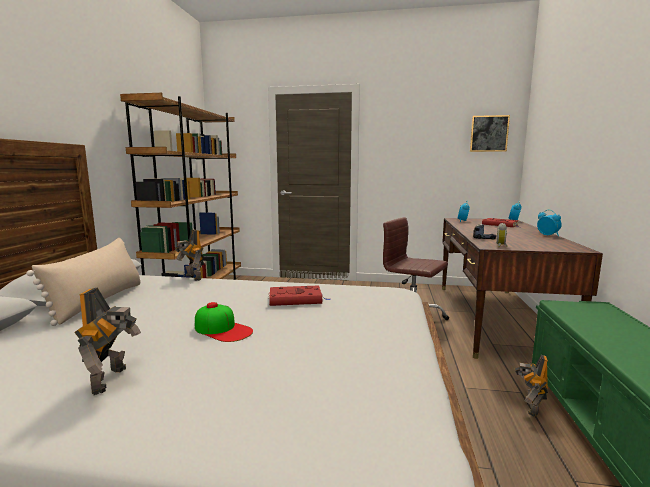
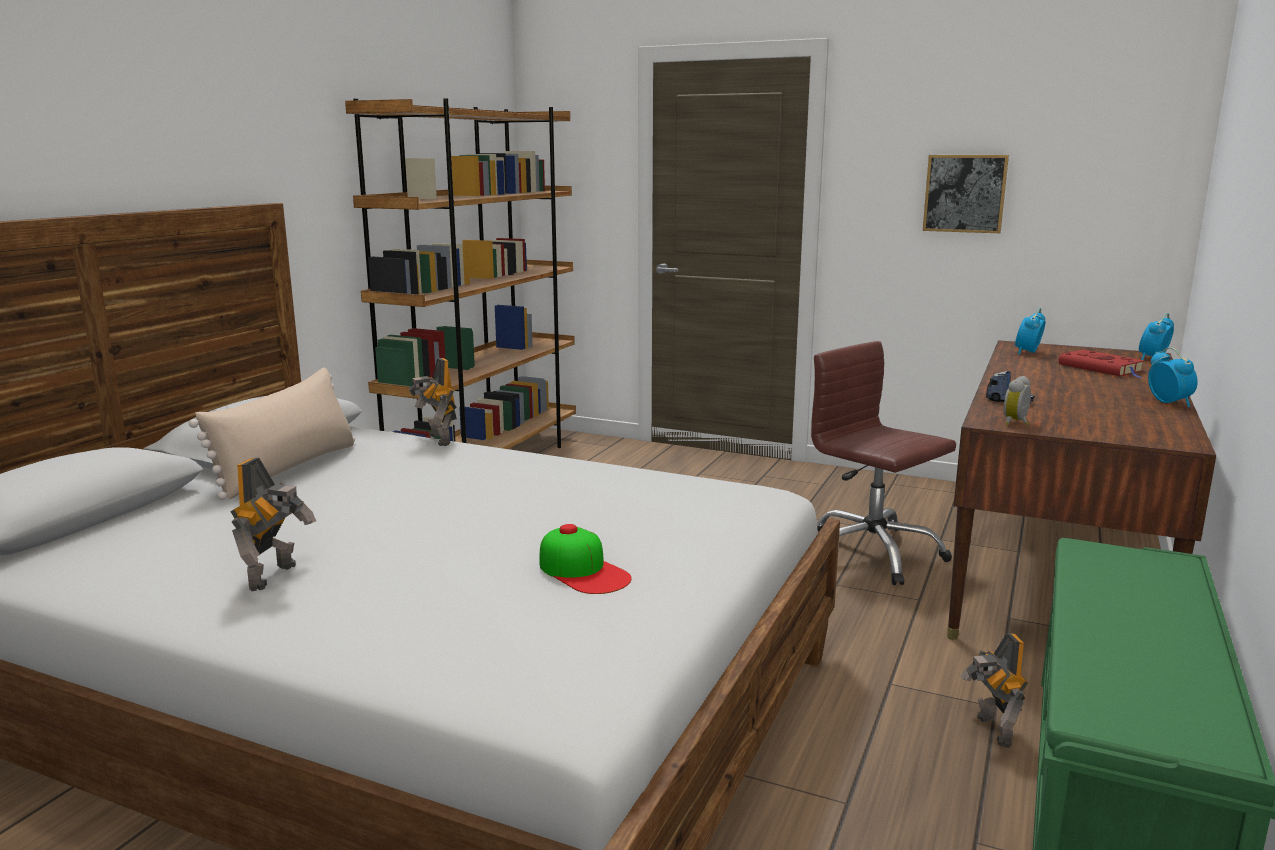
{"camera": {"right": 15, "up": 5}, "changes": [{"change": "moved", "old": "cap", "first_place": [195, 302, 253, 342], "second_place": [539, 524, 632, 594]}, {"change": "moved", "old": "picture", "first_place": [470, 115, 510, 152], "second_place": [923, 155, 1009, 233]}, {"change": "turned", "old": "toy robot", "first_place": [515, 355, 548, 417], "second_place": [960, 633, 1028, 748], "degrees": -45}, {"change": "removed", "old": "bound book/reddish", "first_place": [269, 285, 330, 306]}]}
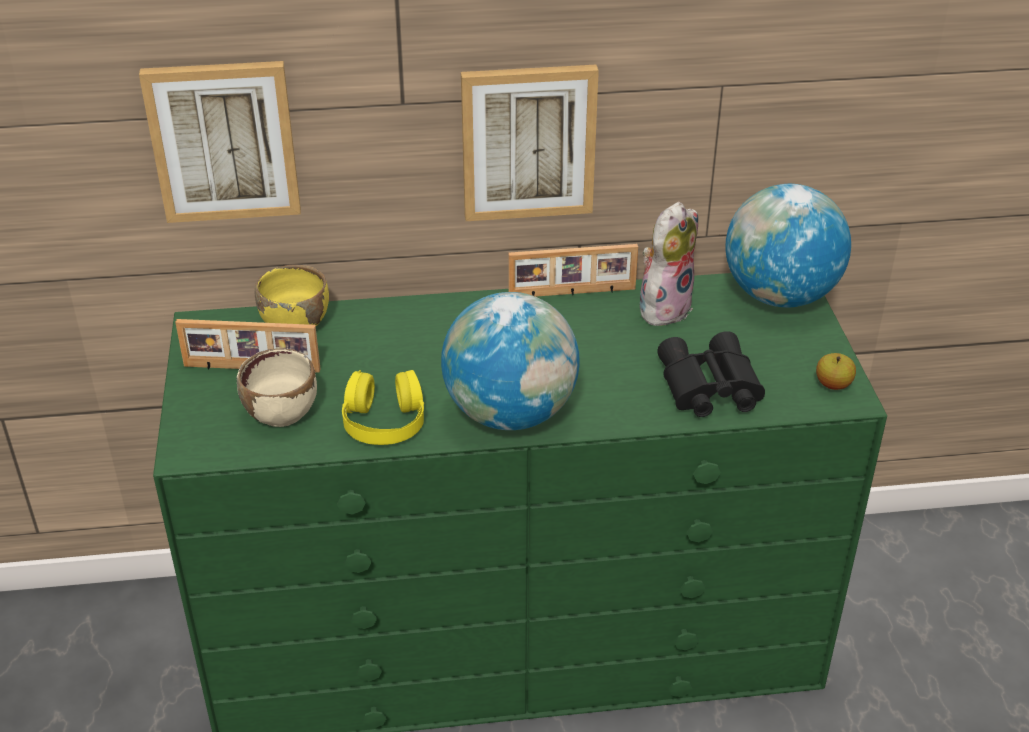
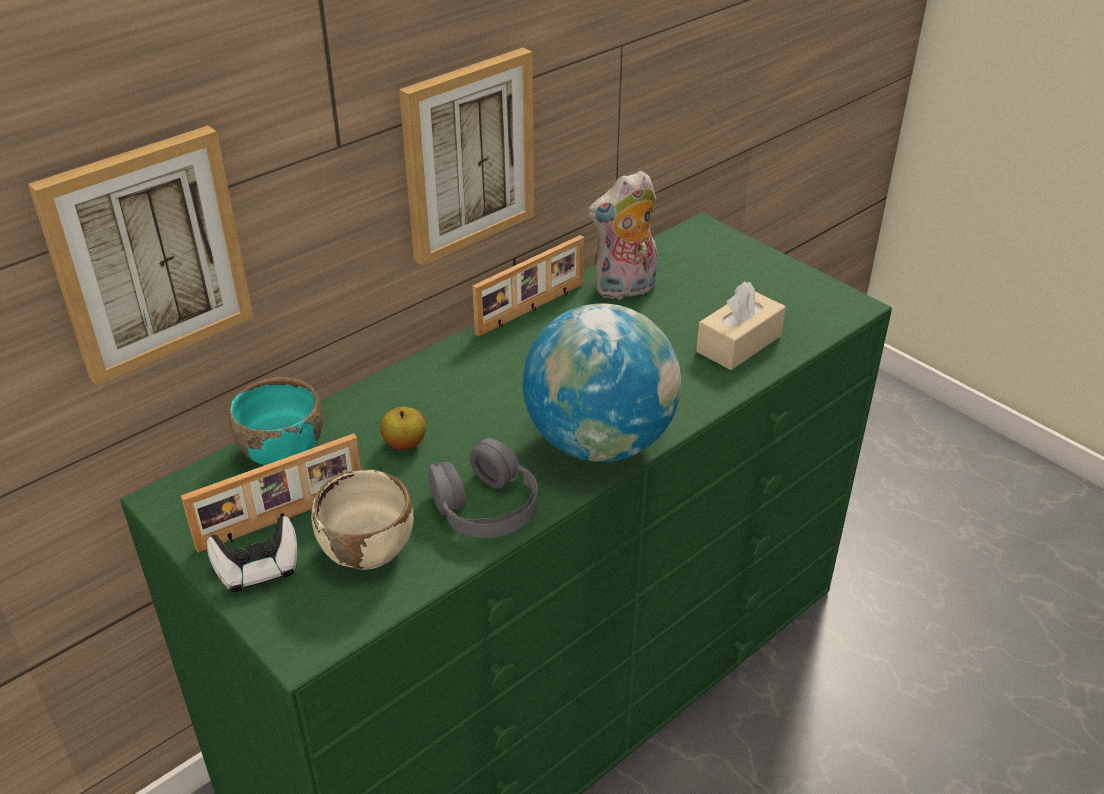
{"camera": {"right": -35, "up": 0}, "changes": [{"change": "added", "new": "gamepad", "second_place": [207, 516, 297, 592]}, {"change": "recoloured", "old": "serving bowl/yellow-coloured", "new": "serving bowl/turquoise-coloured", "first_place": [255, 265, 329, 326], "second_place": [228, 377, 323, 465]}, {"change": "moved", "old": "whole apple", "first_place": [816, 353, 856, 390], "second_place": [380, 407, 426, 450]}, {"change": "recoloured", "old": "headset/yellow-coloured", "new": "headset/greyish", "first_place": [342, 370, 424, 445], "second_place": [428, 438, 538, 538]}, {"change": "turned", "old": "plush toy", "first_place": [640, 202, 698, 326], "second_place": [588, 171, 657, 300], "degrees": -120}, {"change": "replaced", "old": "field glasses/black", "new": "box of tissues/beige", "first_place": [657, 331, 765, 417], "second_place": [696, 281, 786, 370]}, {"change": "removed", "old": "globe", "first_place": [725, 184, 851, 307]}]}
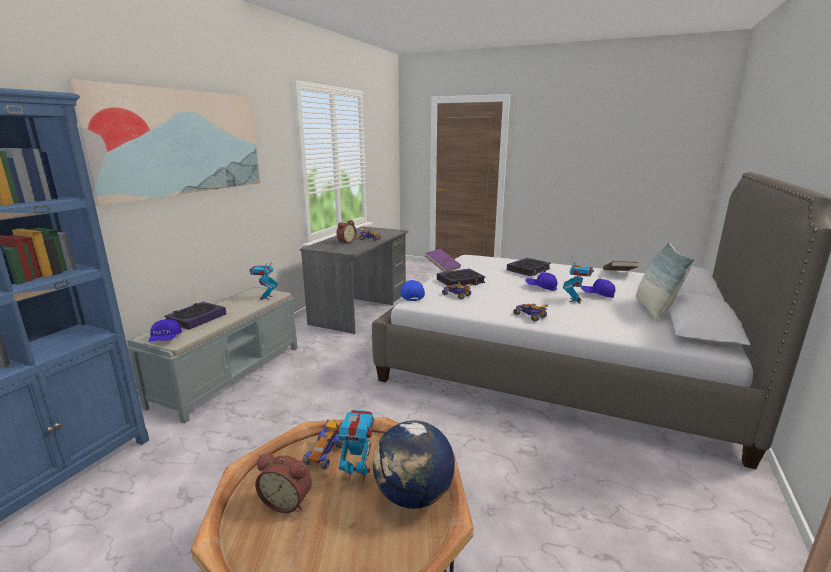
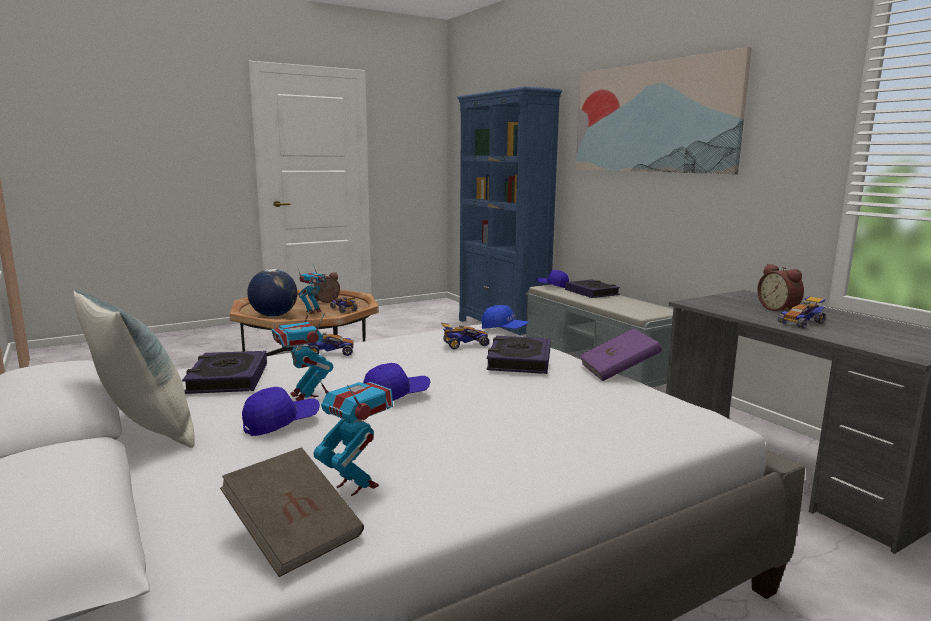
{"camera": {"right": 125, "up": -5}, "changes": [{"change": "moved", "old": "bound book", "first_place": [507, 258, 551, 276], "second_place": [182, 351, 267, 394]}, {"change": "moved", "old": "toy robot", "first_place": [249, 260, 279, 300], "second_place": [314, 373, 393, 496]}]}
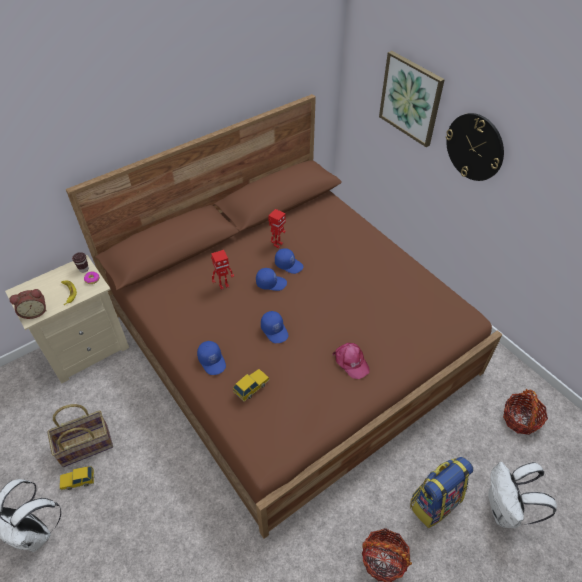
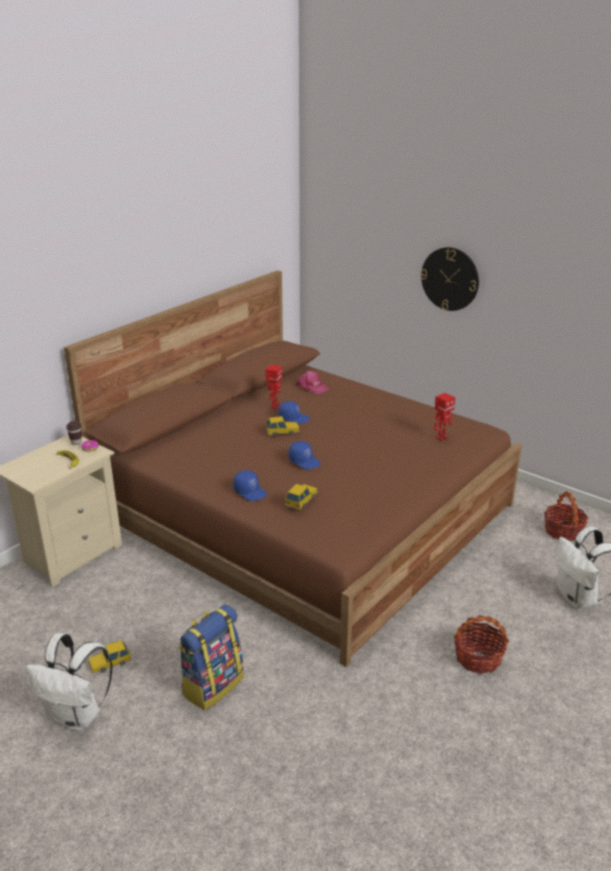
{"camera": {"right": -15, "up": -20}, "changes": [{"change": "moved", "old": "knapsack", "first_place": [410, 457, 473, 528], "second_place": [179, 604, 244, 710]}, {"change": "replaced", "old": "cap/blue", "new": "toy car", "first_place": [256, 268, 287, 291], "second_place": [266, 416, 300, 437]}, {"change": "moved", "old": "cap/pink", "first_place": [333, 343, 370, 379], "second_place": [296, 371, 329, 394]}, {"change": "moved", "old": "toy robot", "first_place": [211, 250, 234, 290], "second_place": [434, 393, 455, 441]}, {"change": "removed", "old": "table clock", "first_place": [9, 289, 47, 319]}, {"change": "removed", "old": "household basket", "first_place": [47, 404, 113, 467]}, {"change": "removed", "old": "picture", "first_place": [379, 51, 445, 147]}]}
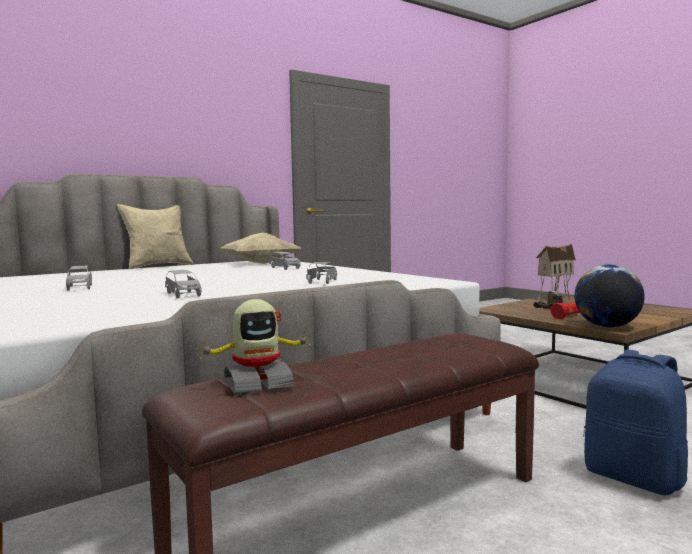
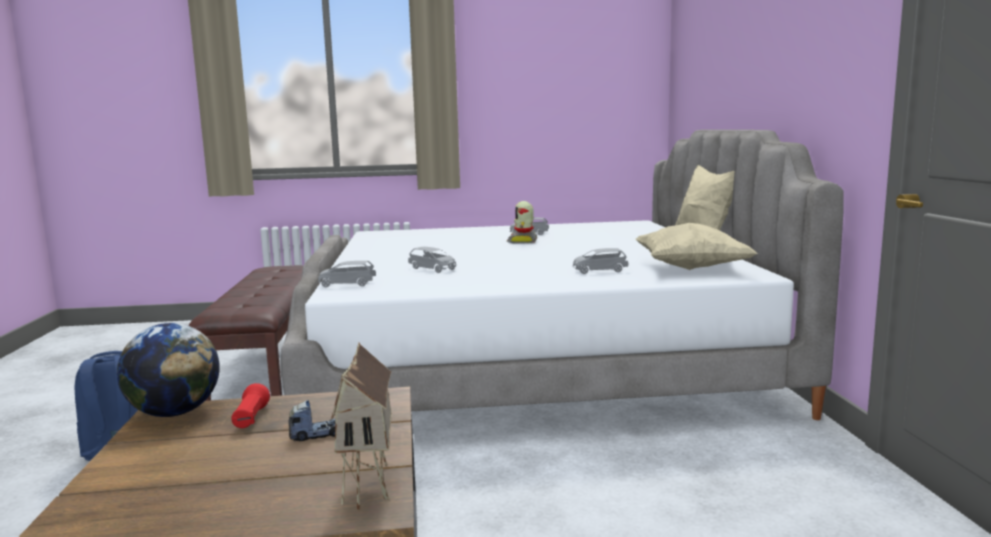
{"camera": {"right": 120, "up": 5}, "changes": [{"change": "moved", "old": "toy car/greyish", "first_place": [165, 270, 202, 298], "second_place": [318, 261, 376, 287]}, {"change": "moved", "old": "toy robot", "first_place": [197, 299, 310, 394], "second_place": [507, 201, 538, 244]}]}
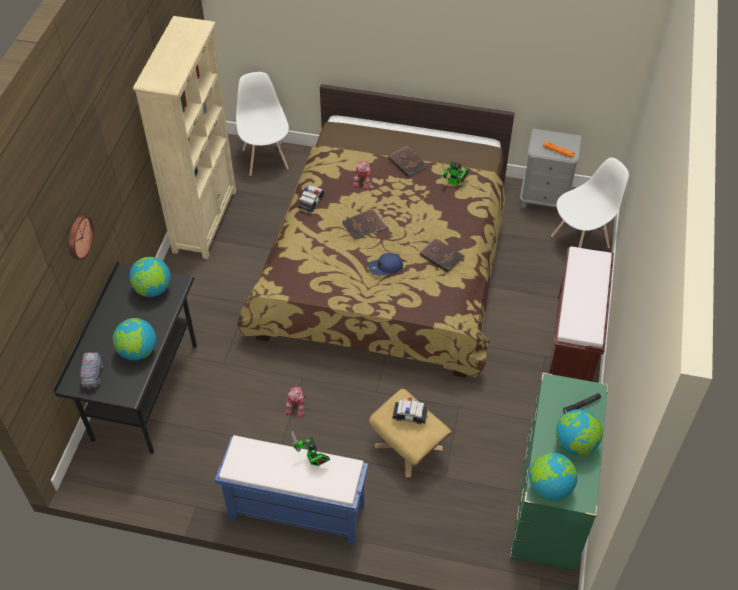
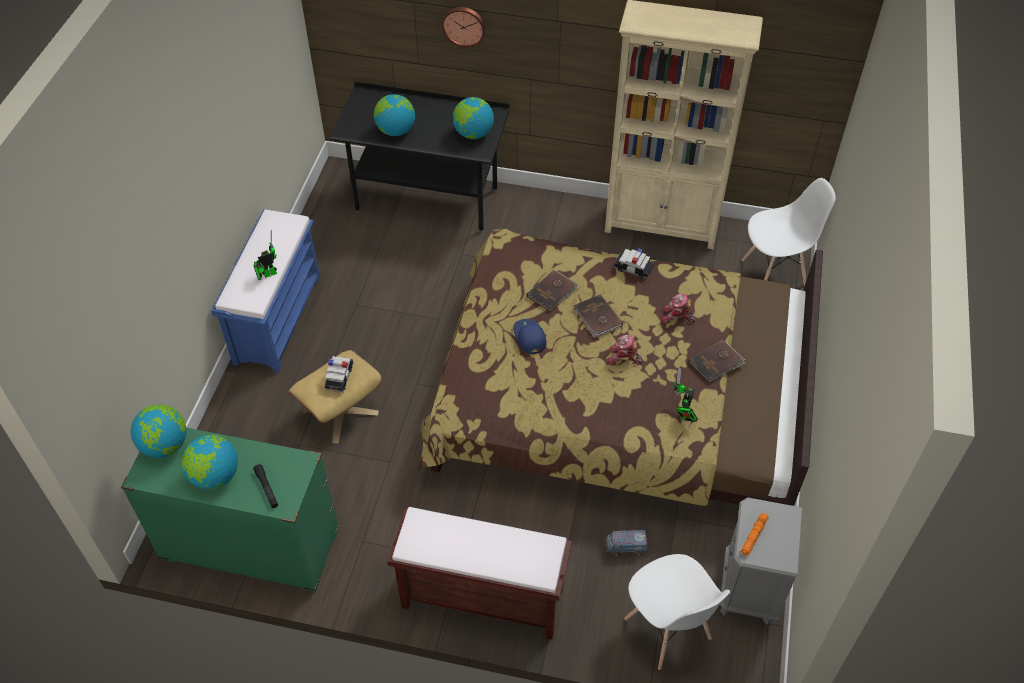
{"camera": {"right": 90, "up": 0}, "changes": [{"change": "moved", "old": "bound book/brownish", "first_place": [420, 238, 464, 273], "second_place": [527, 270, 579, 312]}, {"change": "moved", "old": "toy truck", "first_place": [79, 351, 103, 389], "second_place": [604, 529, 649, 557]}, {"change": "moved", "old": "toy robot", "first_place": [285, 387, 306, 418], "second_place": [607, 335, 643, 365]}]}
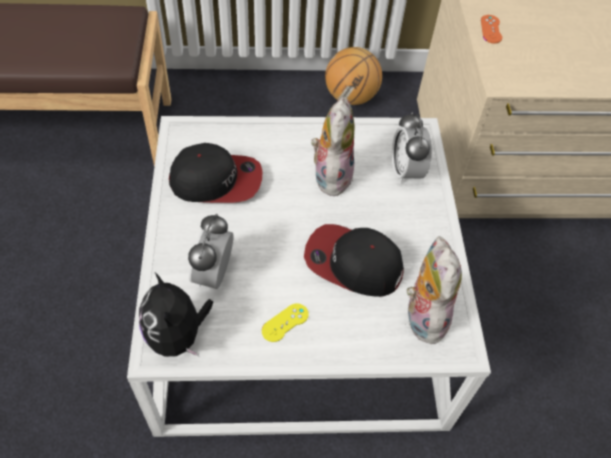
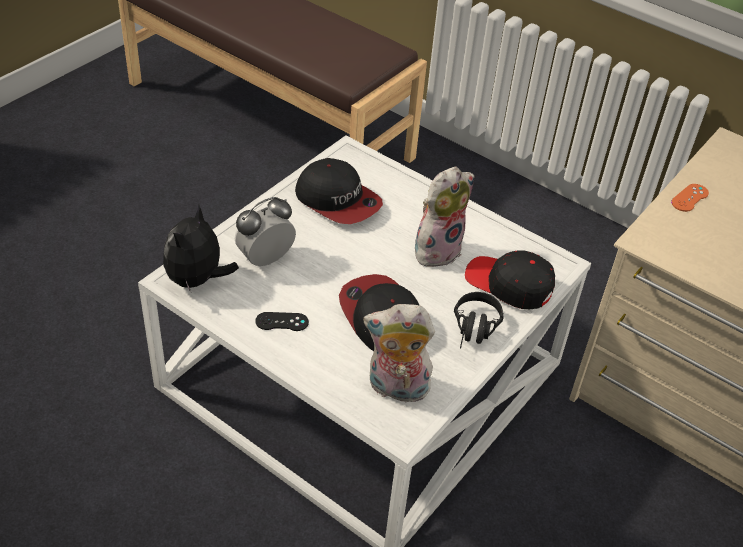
{"camera": {"right": 40, "up": -10}, "changes": [{"change": "recoloured", "old": "gamepad/yellow-coloured", "new": "gamepad/black", "first_place": [262, 303, 309, 342], "second_place": [255, 312, 309, 331]}, {"change": "turned", "old": "plush toy", "first_place": [407, 236, 462, 344], "second_place": [363, 304, 435, 403], "degrees": -120}, {"change": "added", "new": "headset/black", "second_place": [454, 292, 504, 348]}, {"change": "replaced", "old": "table clock", "new": "cap/black", "first_place": [392, 112, 432, 184], "second_place": [465, 250, 555, 309]}, {"change": "removed", "old": "basketball", "first_place": [325, 47, 382, 105]}]}
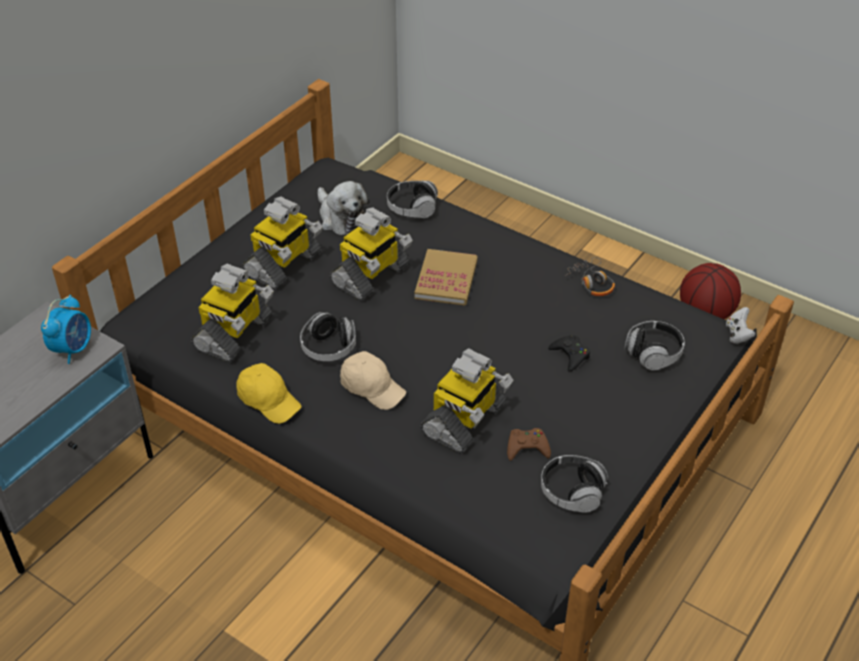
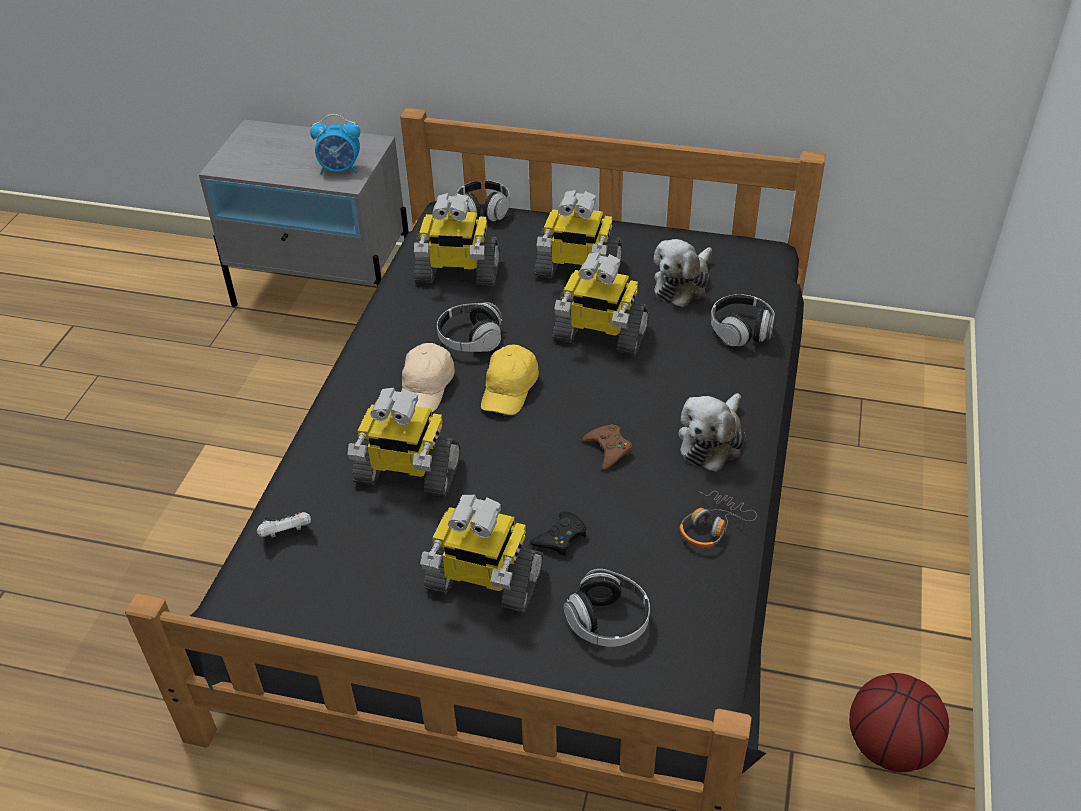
{"camera": {"right": 70, "up": 0}, "changes": [{"change": "moved", "old": "gamepad/white-coloured", "first_place": [726, 307, 756, 344], "second_place": [257, 512, 311, 538]}, {"change": "added", "new": "toy robot", "second_place": [420, 495, 544, 613]}, {"change": "moved", "old": "headset", "first_place": [541, 455, 608, 513], "second_place": [455, 180, 510, 221]}, {"change": "moved", "old": "cap/yellow-coloured", "first_place": [236, 363, 302, 424], "second_place": [481, 345, 539, 415]}, {"change": "moved", "old": "gamepad/brownish", "first_place": [507, 428, 551, 461], "second_place": [582, 424, 632, 470]}, {"change": "added", "new": "plush toy", "second_place": [678, 393, 746, 472]}, {"change": "removed", "old": "bound book", "first_place": [414, 249, 478, 305]}]}
